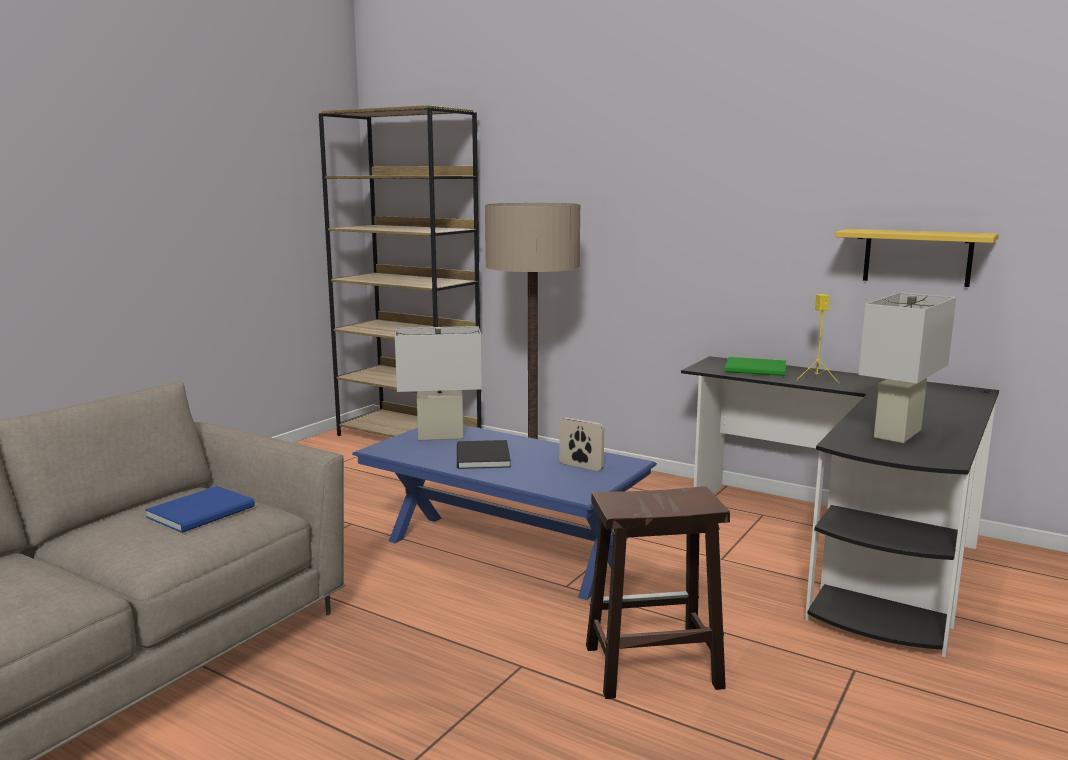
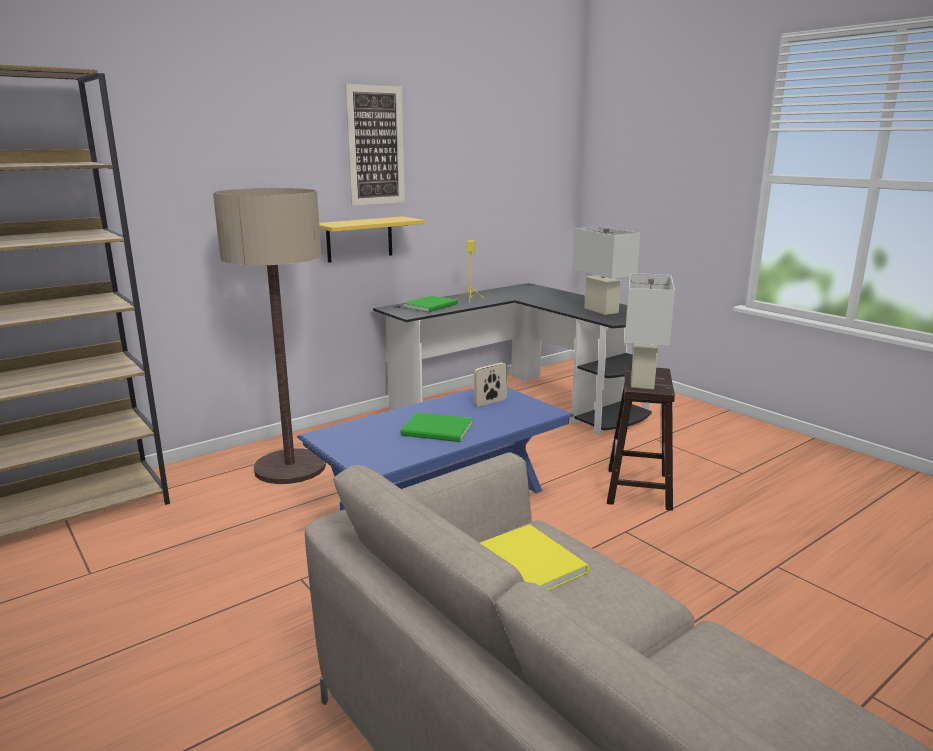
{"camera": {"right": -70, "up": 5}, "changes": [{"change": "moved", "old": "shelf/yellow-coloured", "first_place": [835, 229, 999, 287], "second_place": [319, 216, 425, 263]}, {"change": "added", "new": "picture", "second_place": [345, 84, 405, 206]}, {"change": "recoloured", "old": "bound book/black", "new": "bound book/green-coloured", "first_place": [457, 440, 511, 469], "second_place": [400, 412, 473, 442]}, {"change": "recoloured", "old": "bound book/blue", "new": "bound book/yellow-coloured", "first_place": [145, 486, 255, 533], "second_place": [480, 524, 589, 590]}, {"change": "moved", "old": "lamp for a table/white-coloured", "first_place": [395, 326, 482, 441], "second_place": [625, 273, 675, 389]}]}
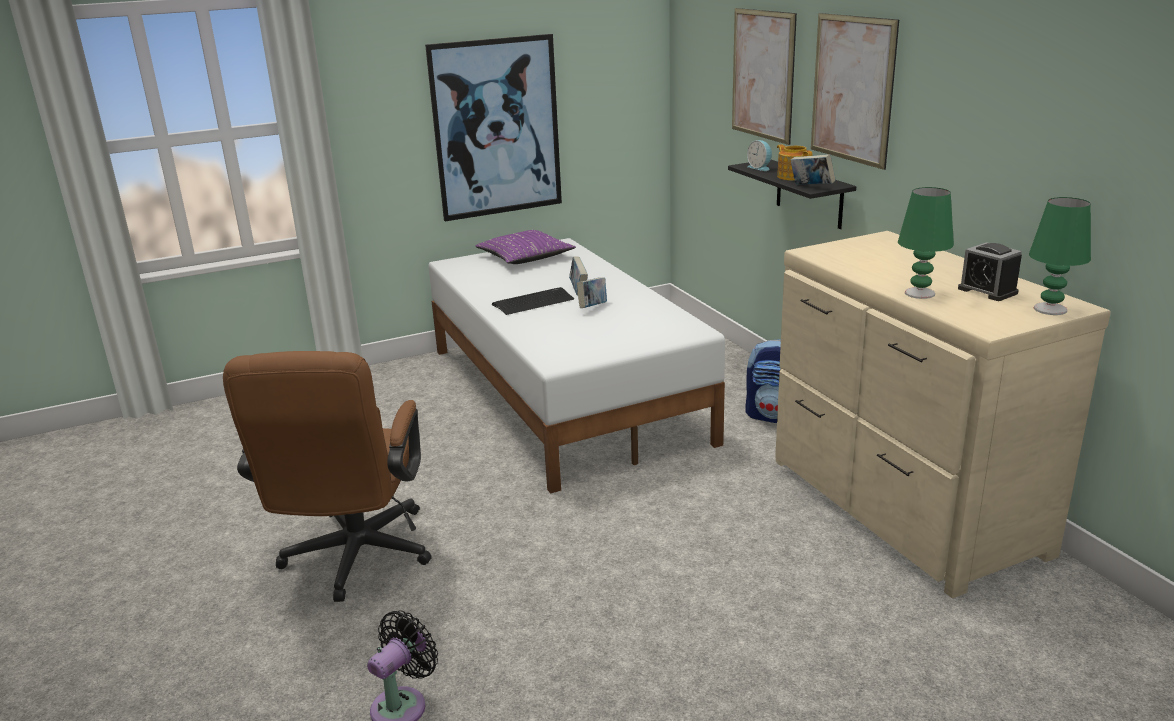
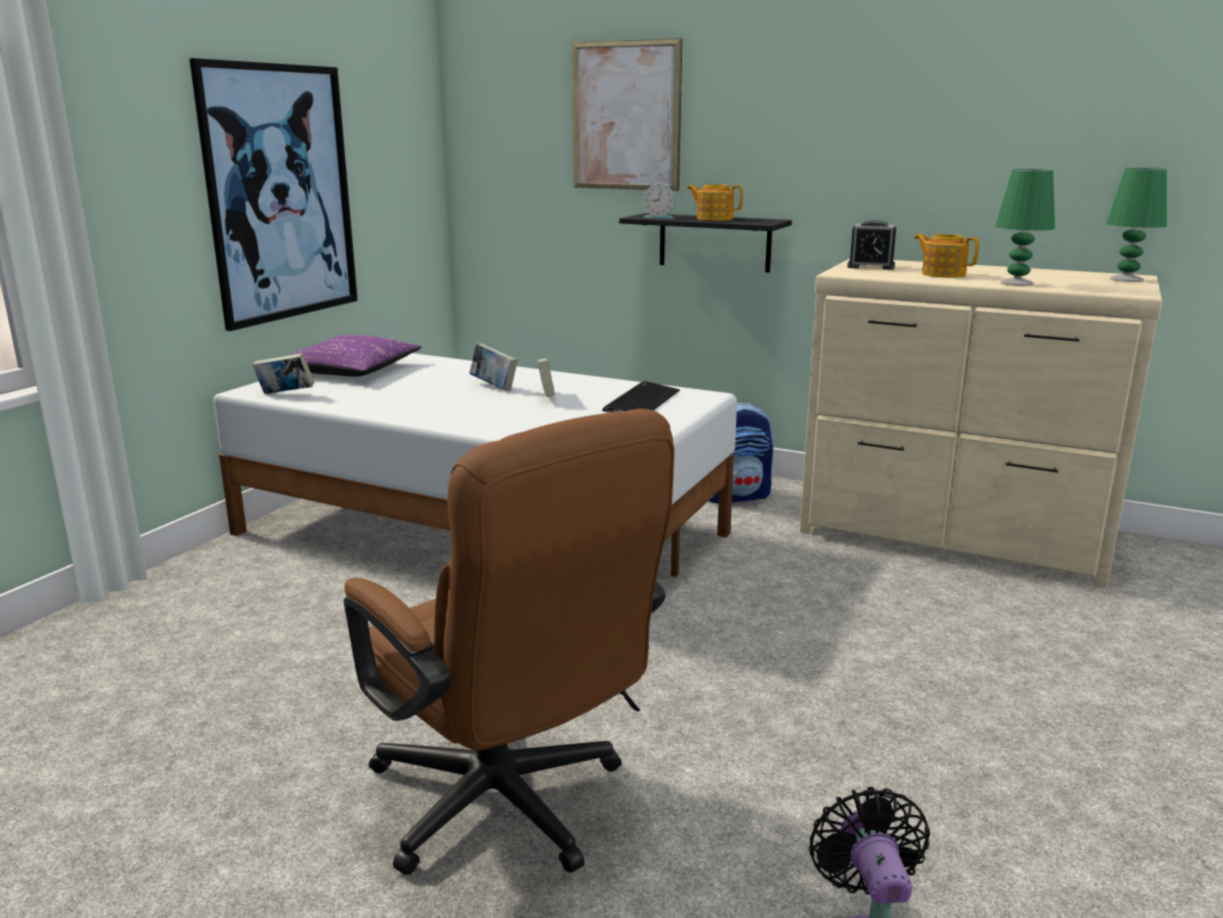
{"camera": {"right": -40, "up": -5}, "changes": [{"change": "moved", "old": "bound book", "first_place": [790, 154, 835, 185], "second_place": [252, 353, 315, 394]}, {"change": "moved", "old": "computer keyboard", "first_place": [492, 287, 574, 315], "second_place": [602, 381, 680, 412]}, {"change": "moved", "old": "table clock", "first_place": [958, 242, 1022, 301], "second_place": [847, 220, 896, 270]}, {"change": "added", "new": "pot for tea", "second_place": [914, 234, 979, 278]}, {"change": "removed", "old": "picture", "first_place": [811, 13, 899, 170]}]}
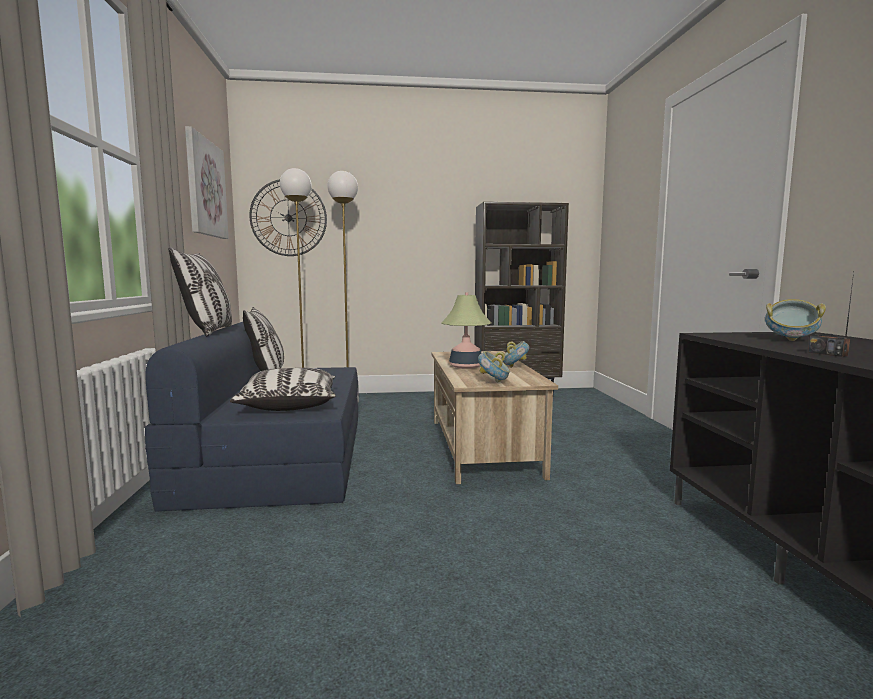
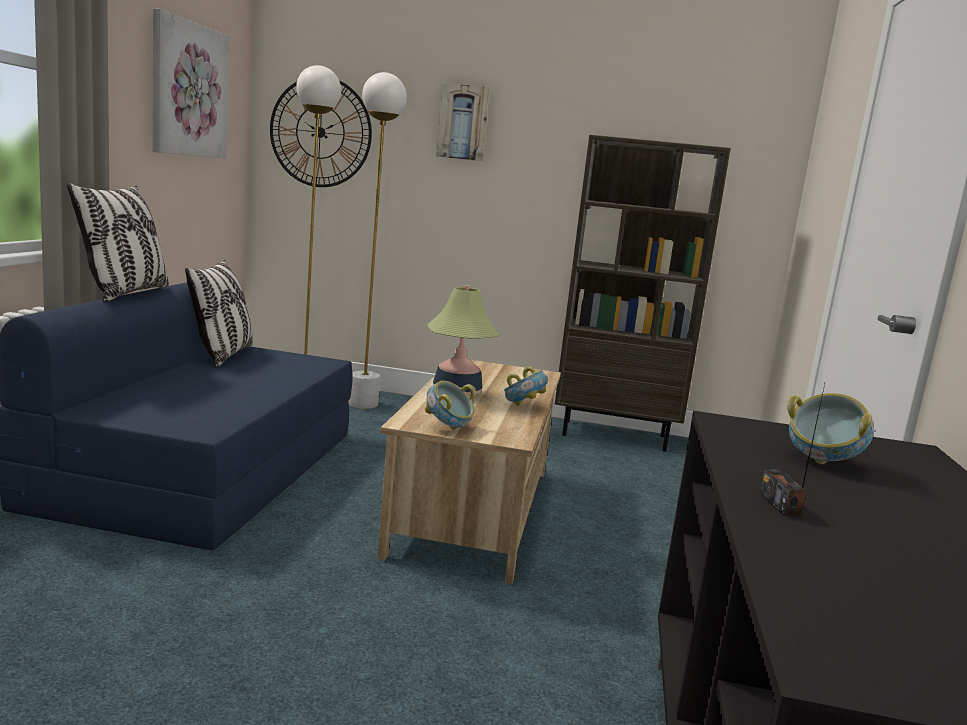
{"camera": {"right": 15, "up": 5}, "changes": [{"change": "added", "new": "picture", "second_place": [436, 83, 490, 161]}, {"change": "removed", "old": "throw pillow", "first_place": [230, 368, 336, 411]}]}
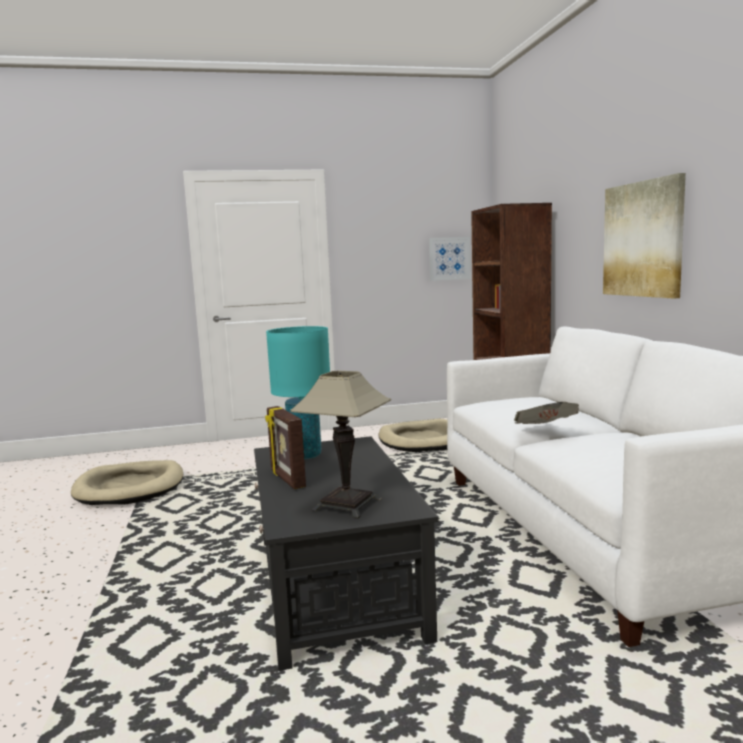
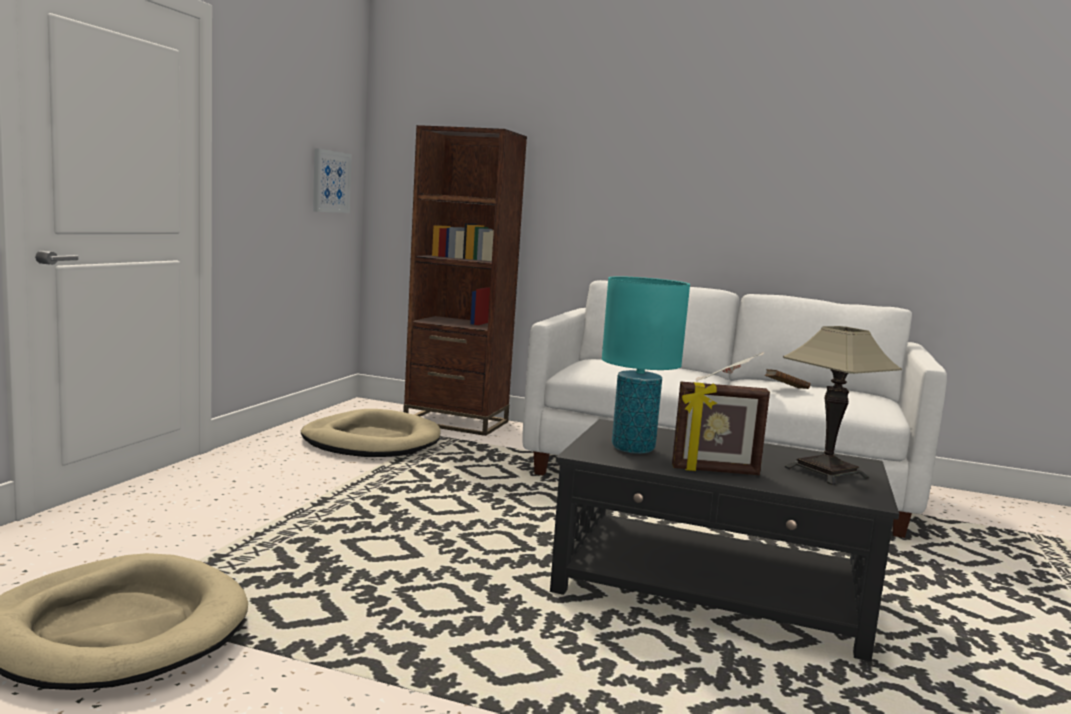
{"camera": {"right": -60, "up": 0}, "changes": [{"change": "added", "new": "bound book/brownish", "second_place": [765, 369, 811, 389]}, {"change": "removed", "old": "picture", "first_place": [603, 173, 686, 299]}]}
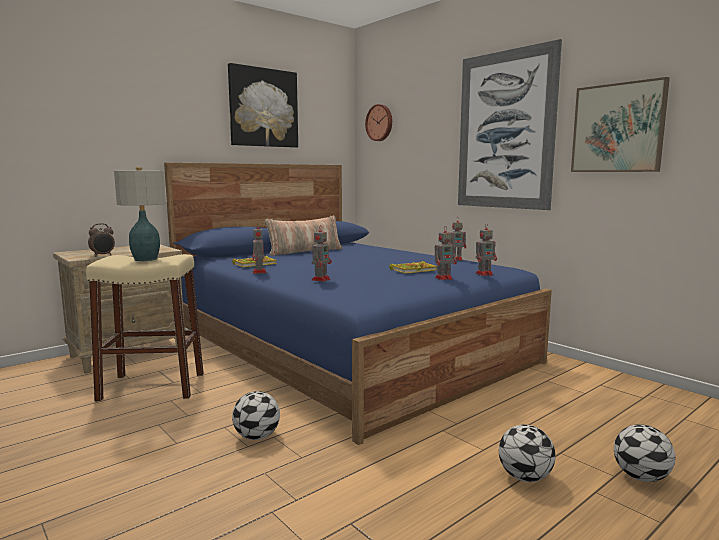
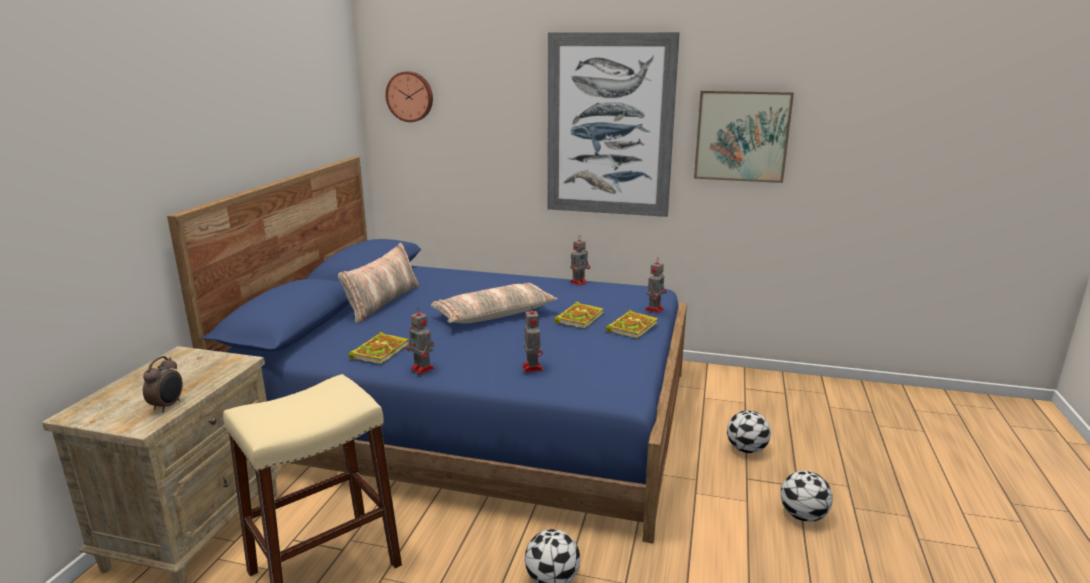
{"camera": {"right": -35, "up": 10}, "changes": [{"change": "added", "new": "throw pillow", "second_place": [431, 283, 558, 323]}, {"change": "replaced", "old": "toy robot", "new": "bound book", "first_place": [435, 227, 457, 280], "second_place": [605, 310, 658, 338]}, {"change": "moved", "old": "football ball", "first_place": [614, 424, 675, 482], "second_place": [727, 410, 771, 454]}, {"change": "removed", "old": "lamp for a table", "first_place": [114, 167, 166, 261]}, {"change": "removed", "old": "picture", "first_place": [228, 63, 298, 148]}]}
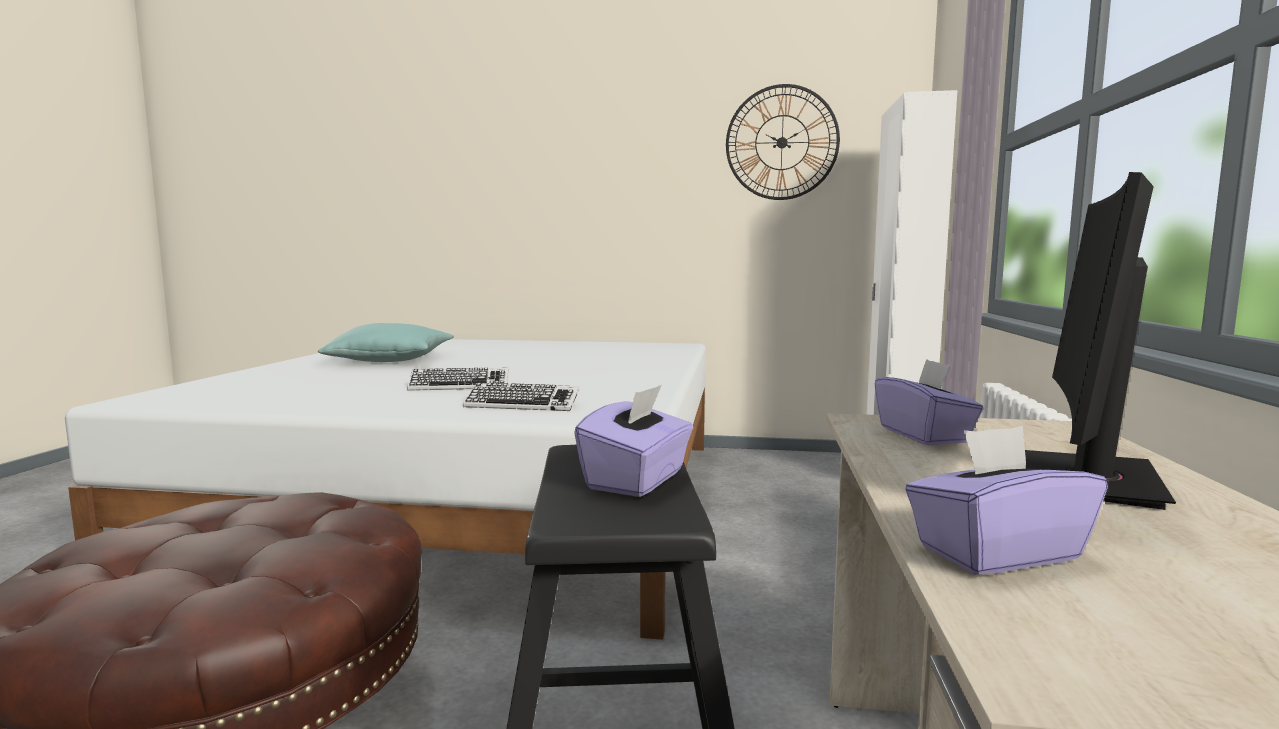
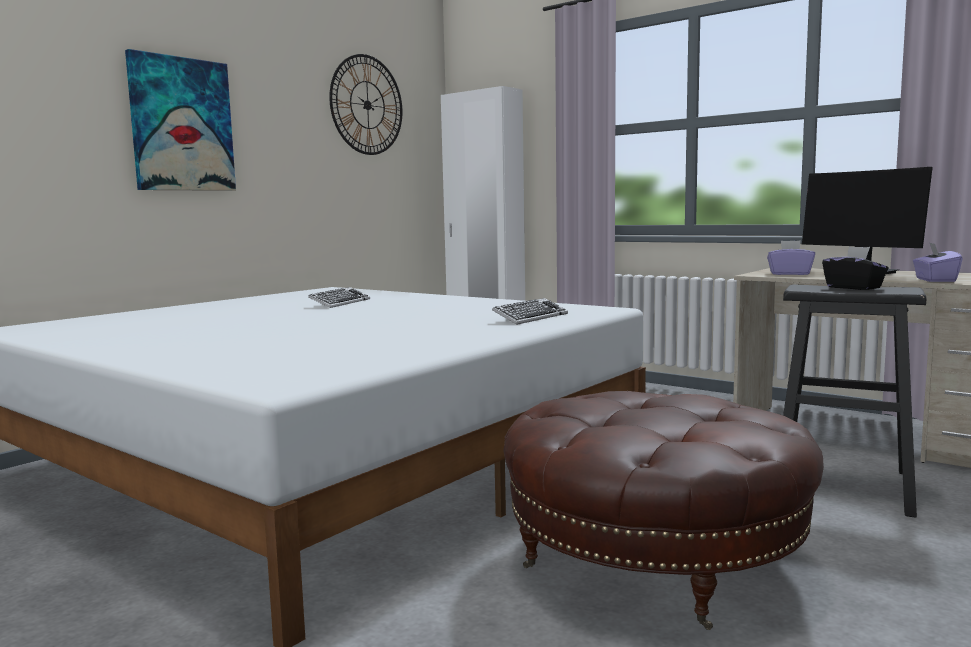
{"camera": {"right": -60, "up": 0}, "changes": [{"change": "added", "new": "picture", "second_place": [125, 49, 236, 191]}, {"change": "moved", "old": "computer keyboard", "first_place": [407, 368, 508, 391], "second_place": [308, 287, 370, 308]}, {"change": "recoloured", "old": "box of tissues/purple", "new": "box of tissues/black", "first_place": [574, 385, 693, 497], "second_place": [822, 246, 888, 290]}, {"change": "removed", "old": "throw pillow/turquoise-coloured", "first_place": [318, 323, 454, 362]}]}
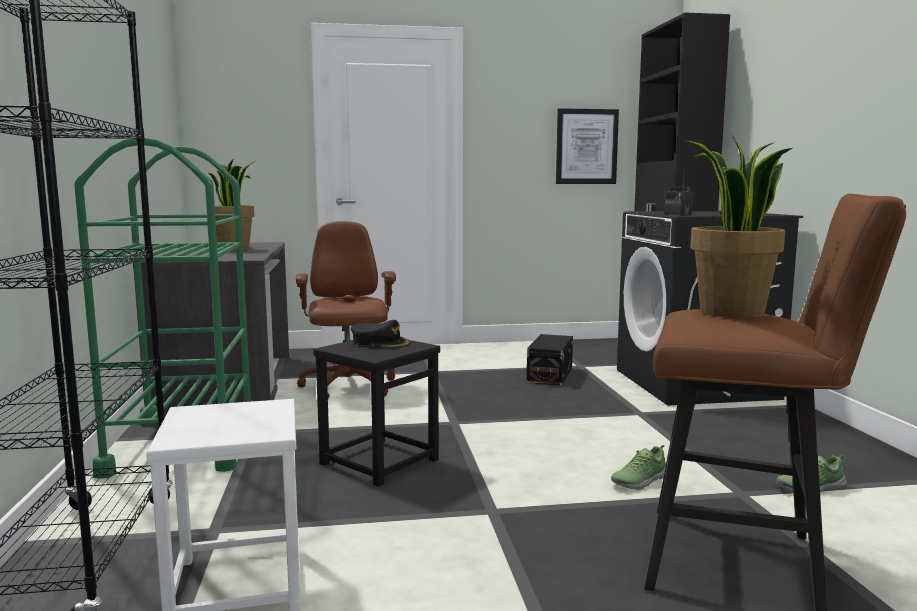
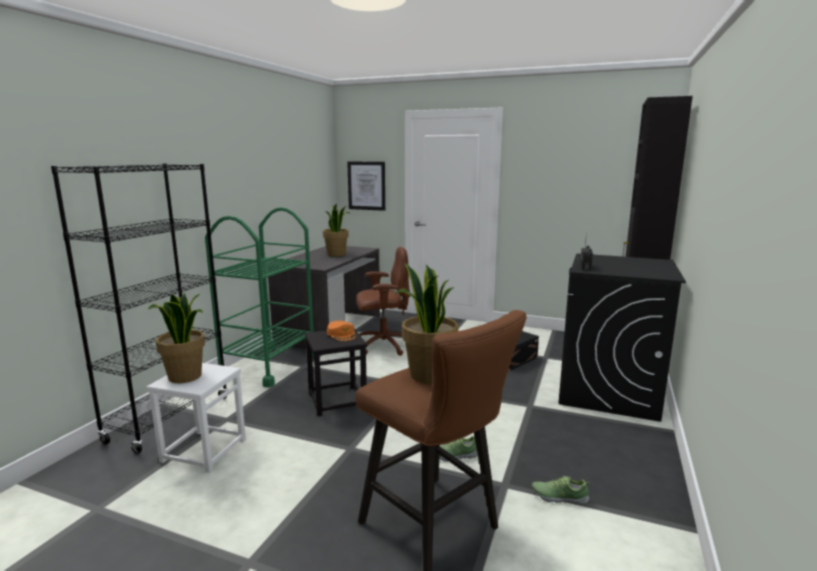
{"camera": {"right": 30, "up": 5}, "changes": [{"change": "added", "new": "potted plant", "second_place": [148, 293, 205, 383]}, {"change": "recoloured", "old": "cap/black", "new": "cap/orange", "first_place": [351, 320, 411, 348], "second_place": [327, 321, 357, 341]}, {"change": "moved", "old": "picture", "first_place": [556, 108, 619, 184], "second_place": [347, 162, 385, 211]}, {"change": "turned", "old": "desk chair/brownish", "first_place": [296, 221, 396, 399], "second_place": [356, 247, 410, 356], "degrees": 60}]}
